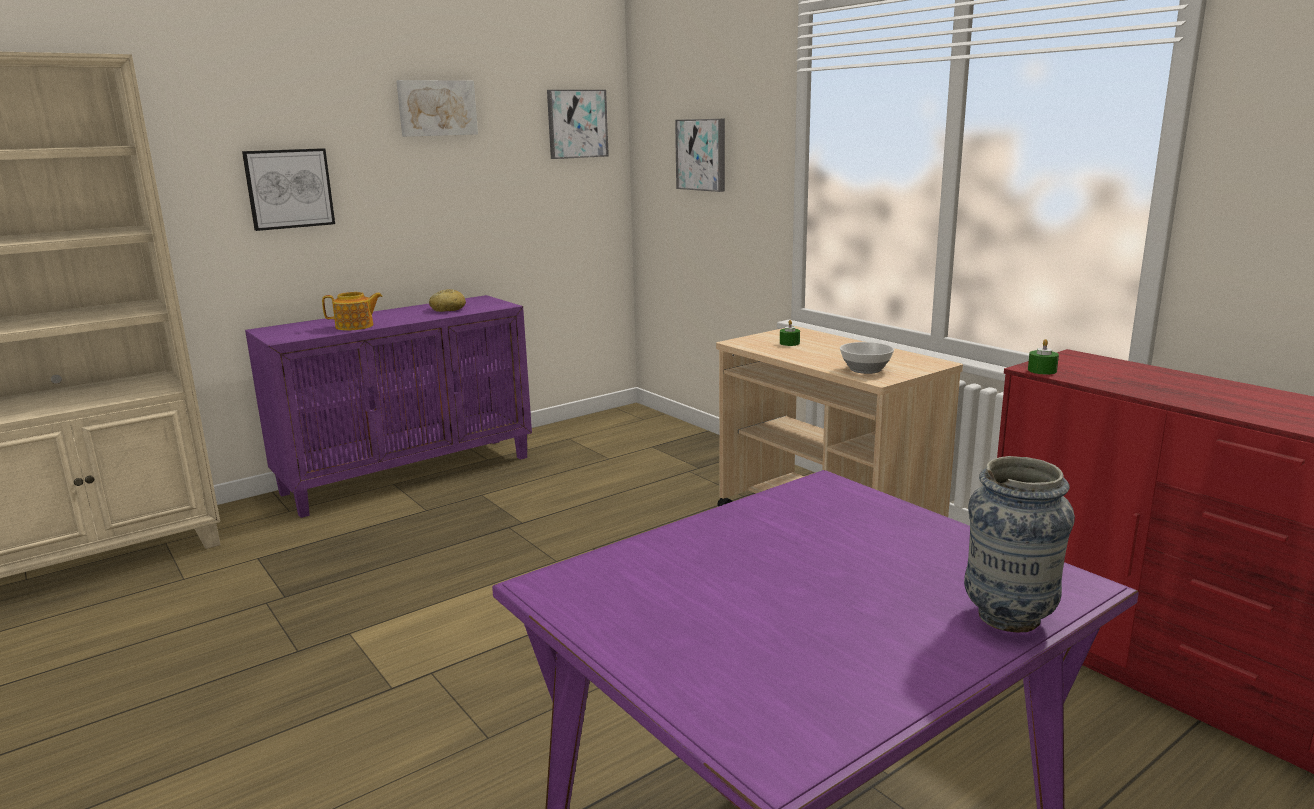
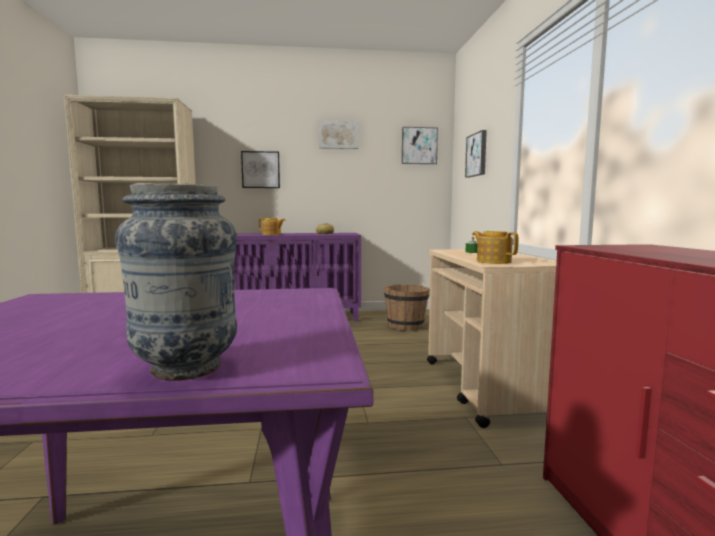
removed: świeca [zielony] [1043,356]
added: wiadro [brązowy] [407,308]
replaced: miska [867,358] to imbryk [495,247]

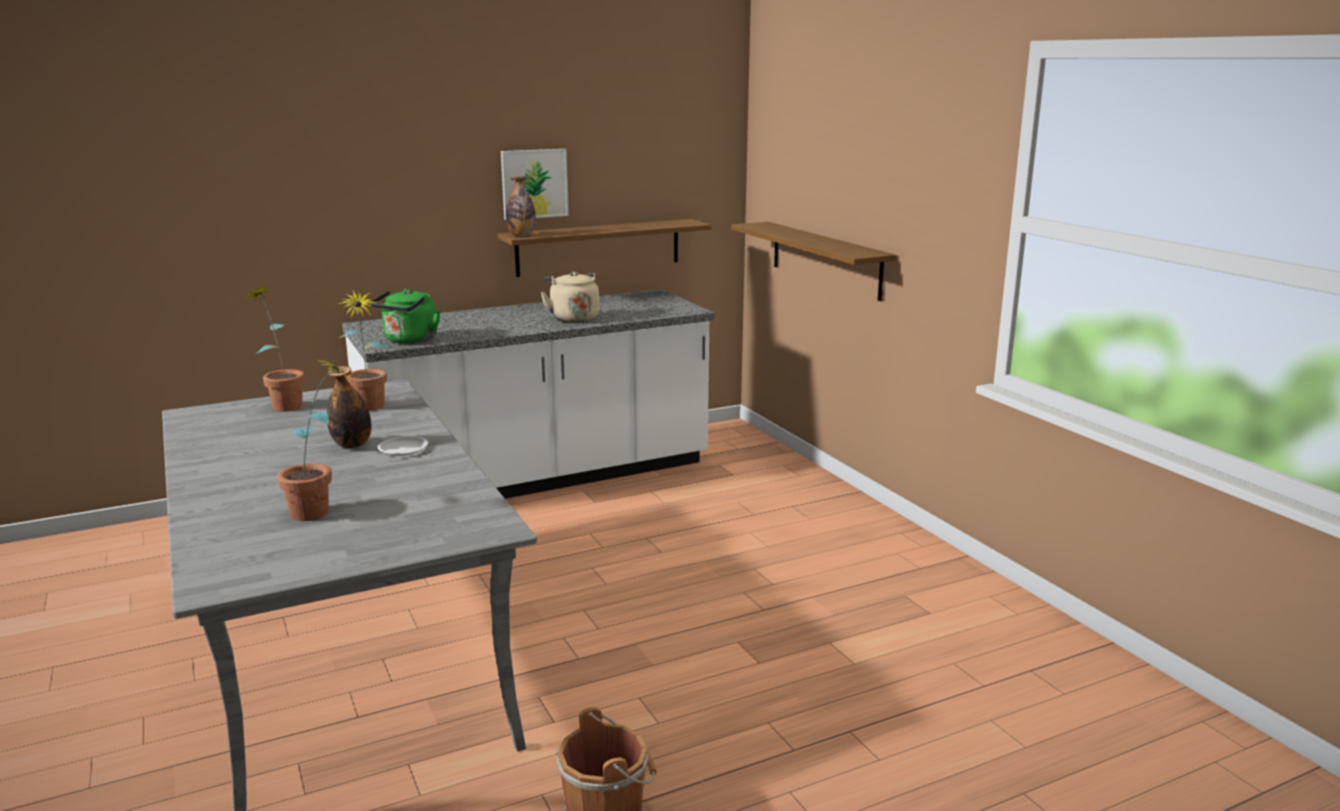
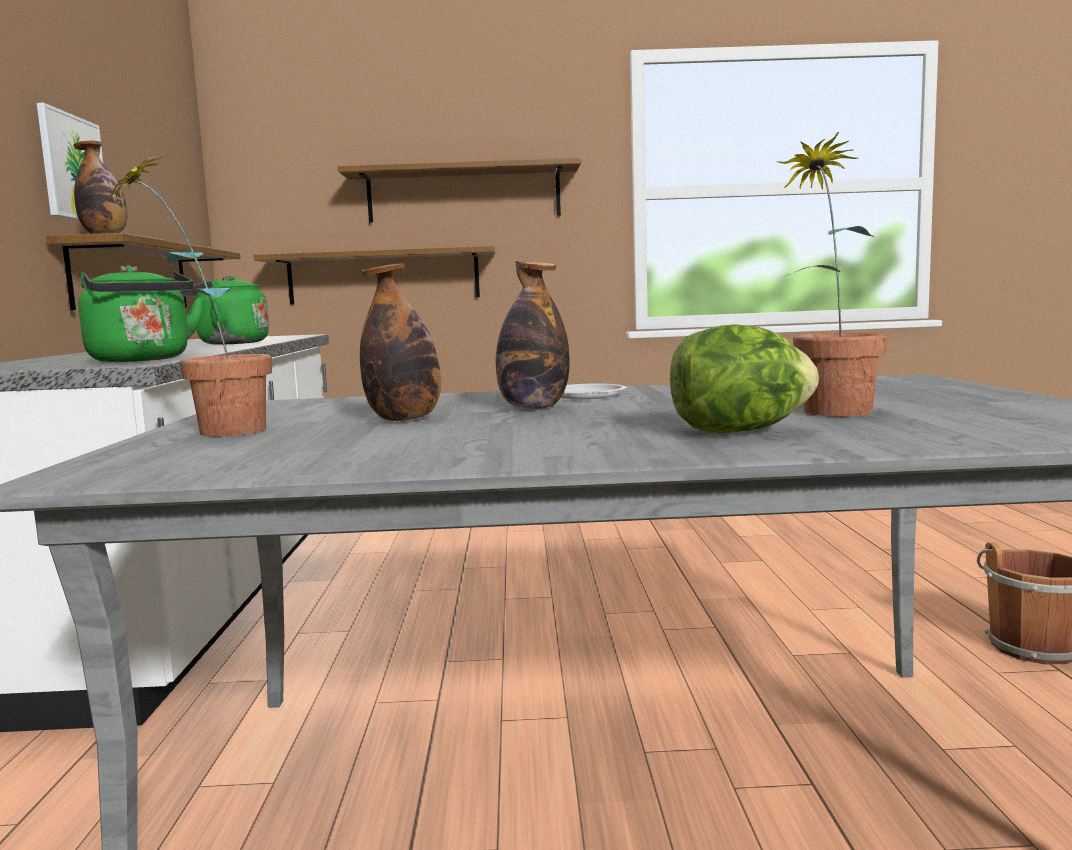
removed: roślina doniczkowa [363,351]
added: półka [459,190]; butelka [400,342]; sałata [744,378]
recoloured: czajnik [beżowy] [570,297] to czajnik [zielony] [224,310]

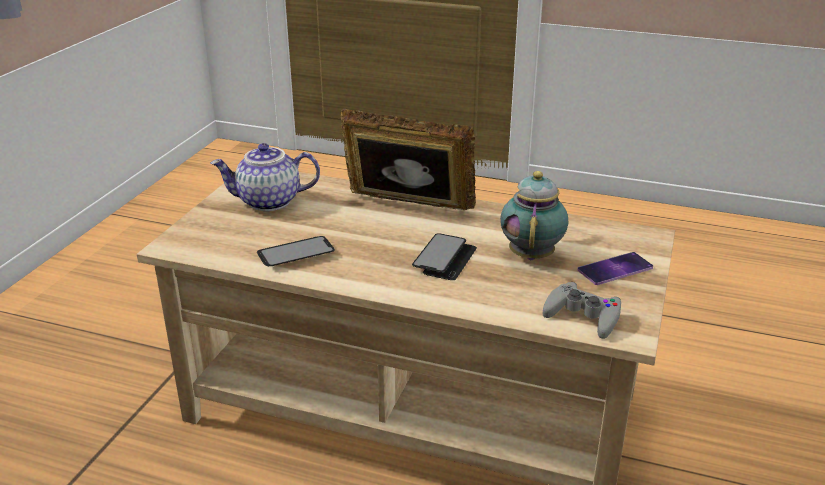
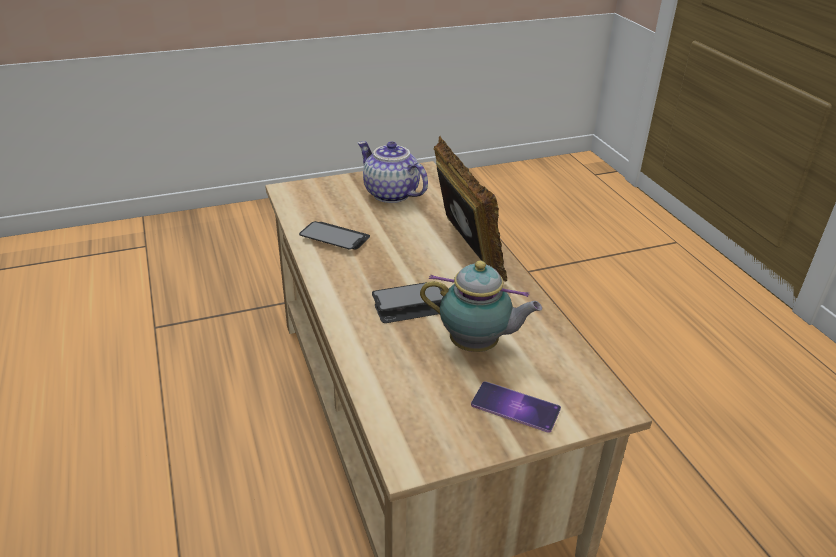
removed: pad do gier [szary] [582,310]
turned: imbryk [534,215] = [481,306] 45 degrees clockwise

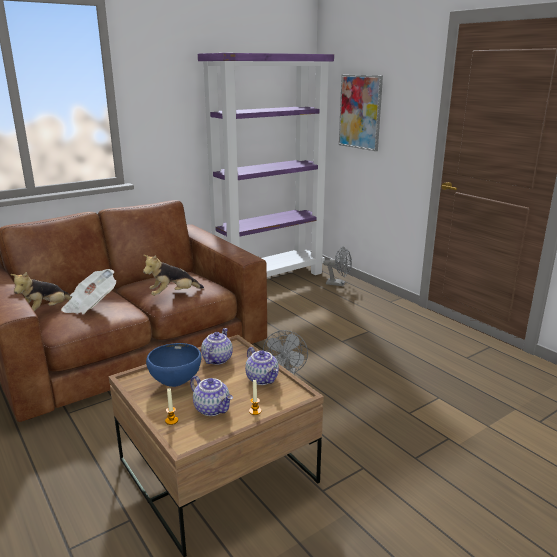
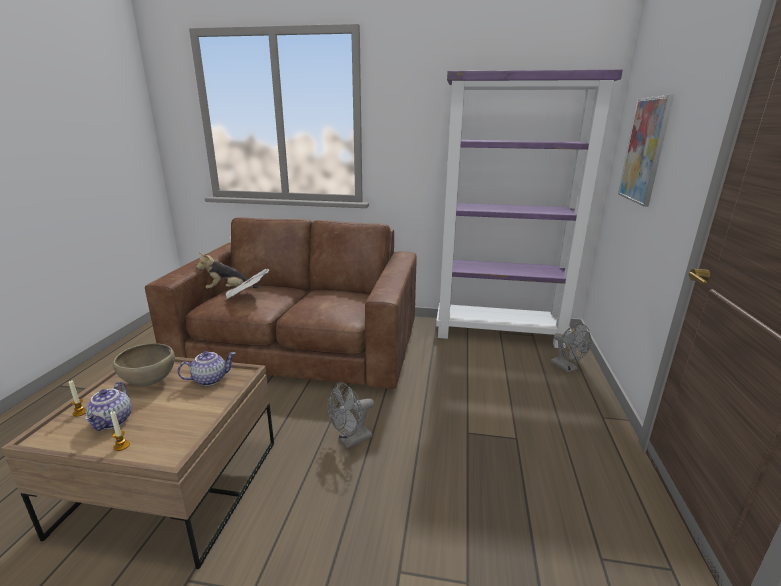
removed: pluszak [173,275]; imbryk [262,366]
recoloured: miska [niebieski] [174,365] to miska [brązowy] [144,364]

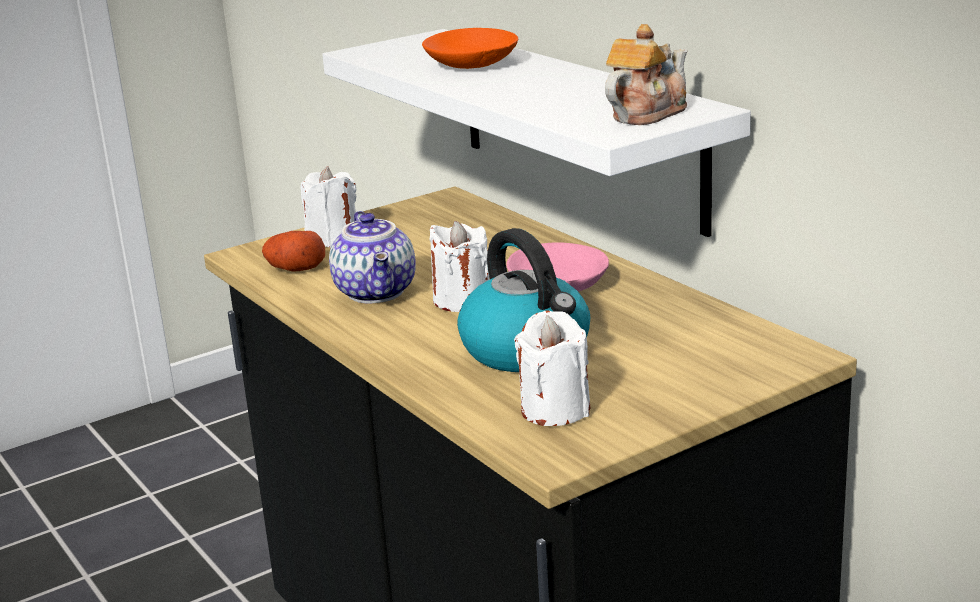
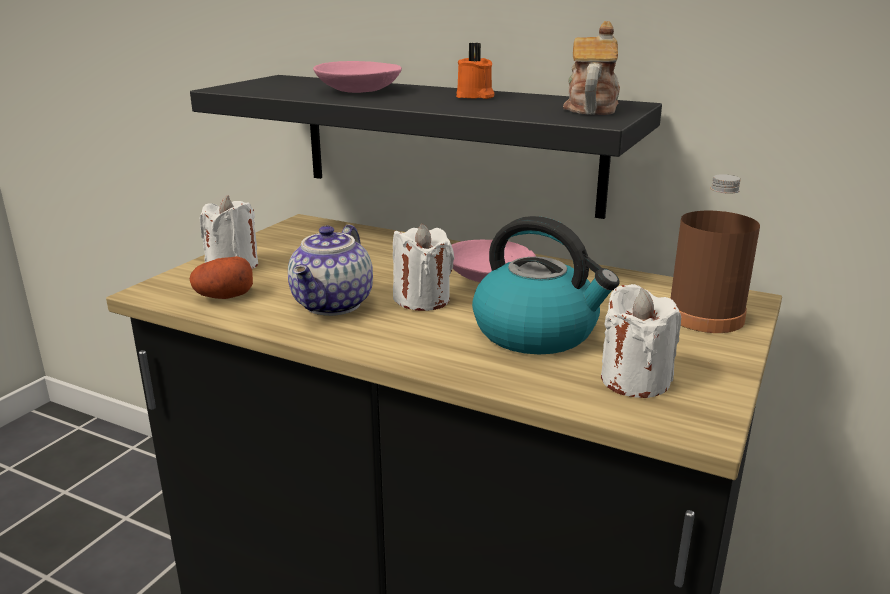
added: świeca [pomarańczowy] [475,71]; butelka [brązowy] [715,253]
recoloured: miska [pomarańczowy] [470,48] to miska [różowy] [357,77]; półka [biały] [536,133] to półka [czarny] [426,147]
turned: imbryk [372,257] = [330,270] 60 degrees clockwise

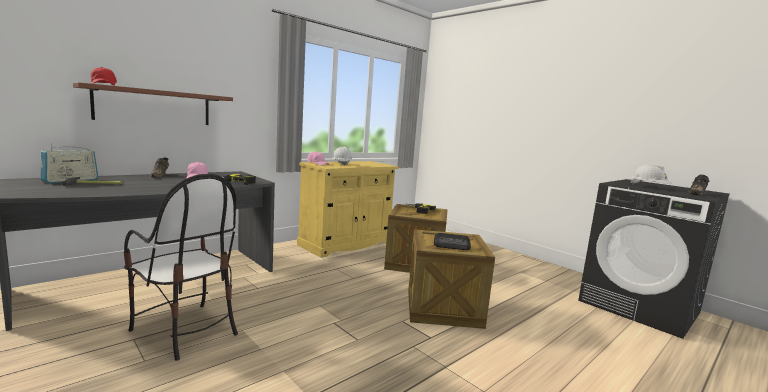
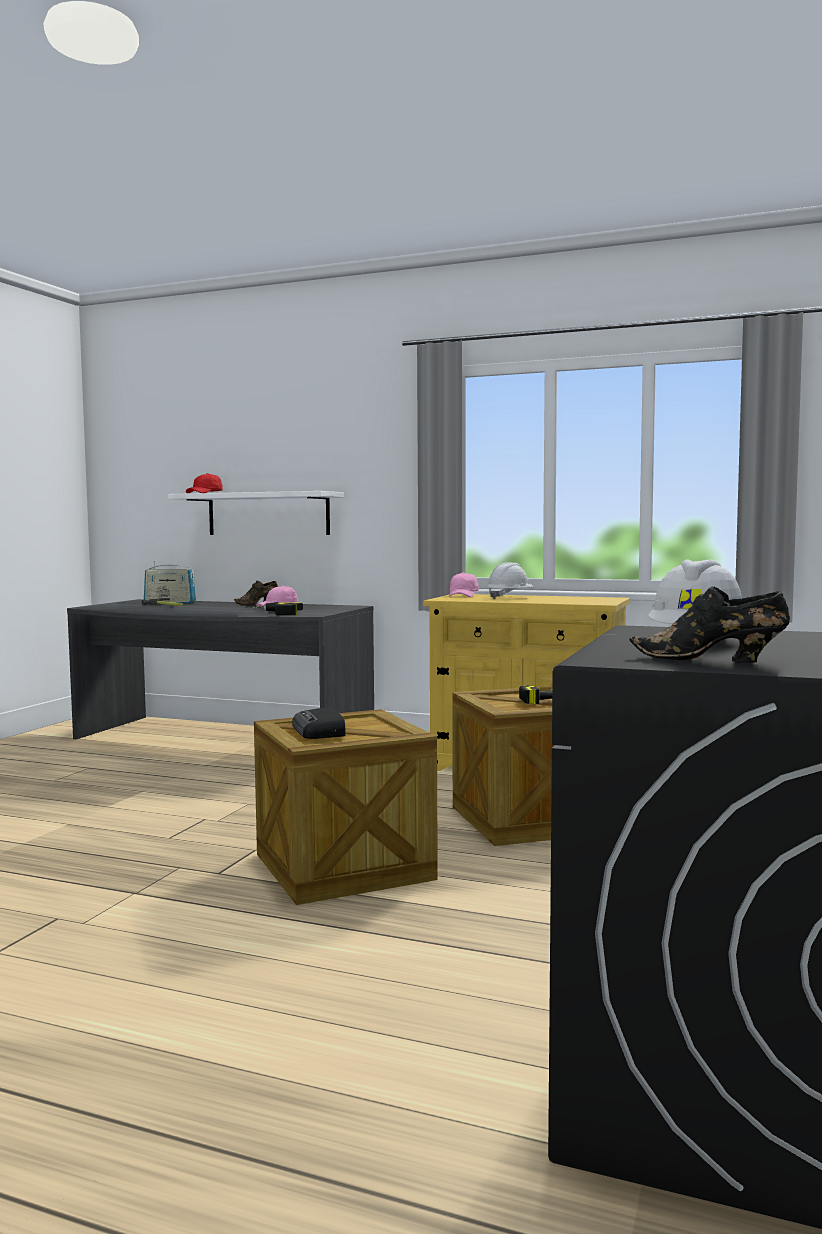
removed: krzesło [181,267]
recoloured: półka [brązowy] [153,103] to półka [biały] [256,513]

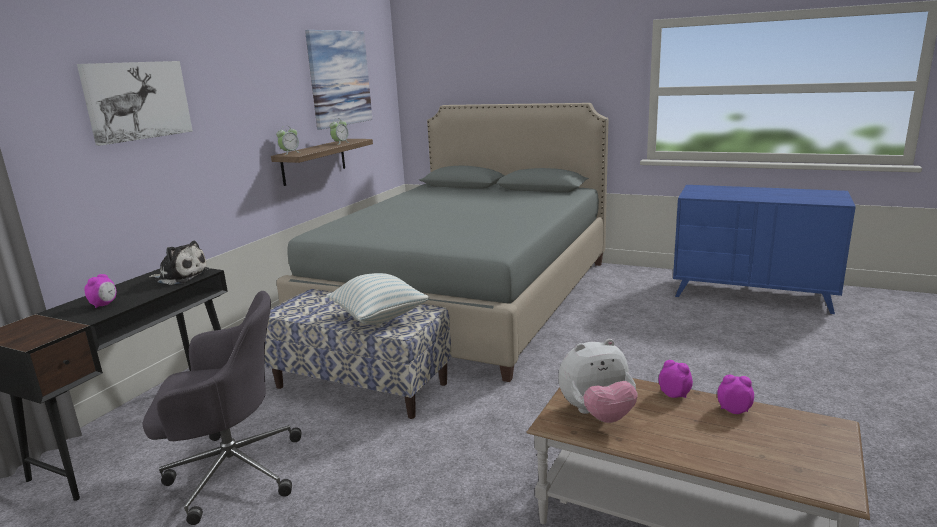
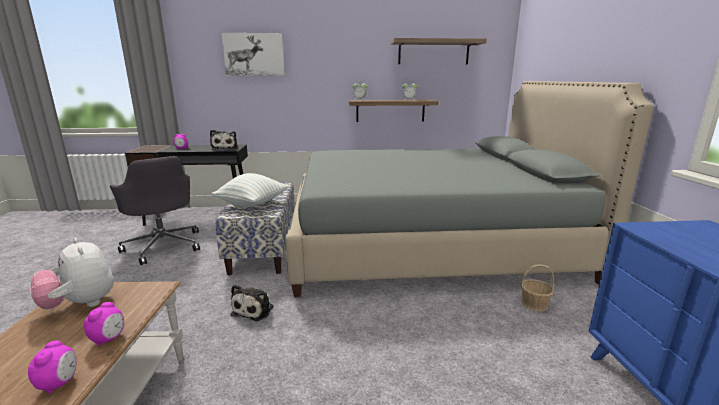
added: koszyk [537,288]; pluszak [252,303]
replaced: obraz [338,80] to półka [439,51]

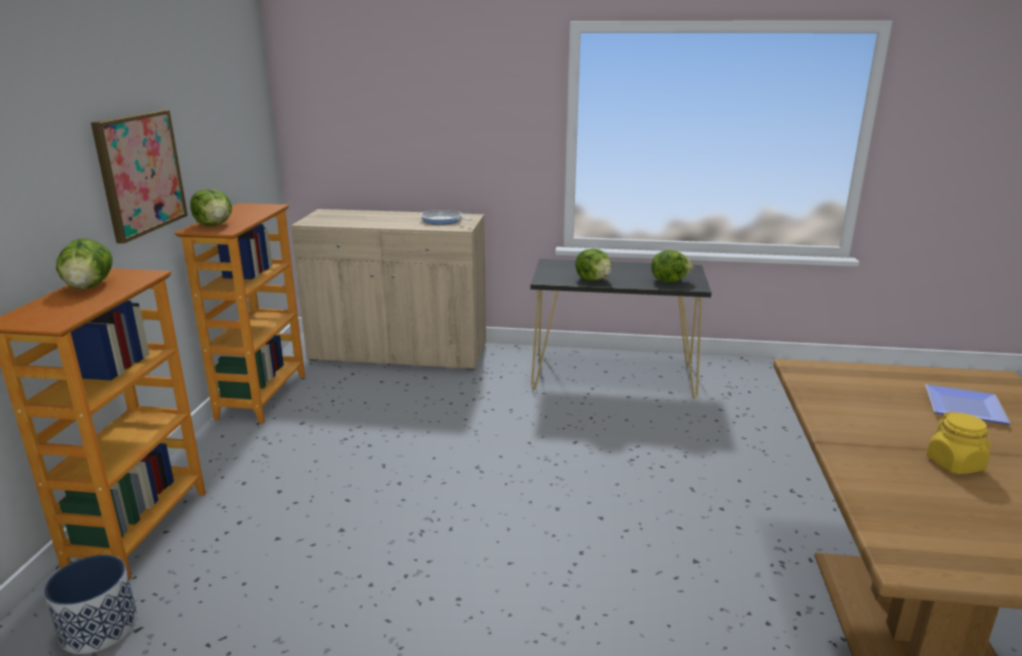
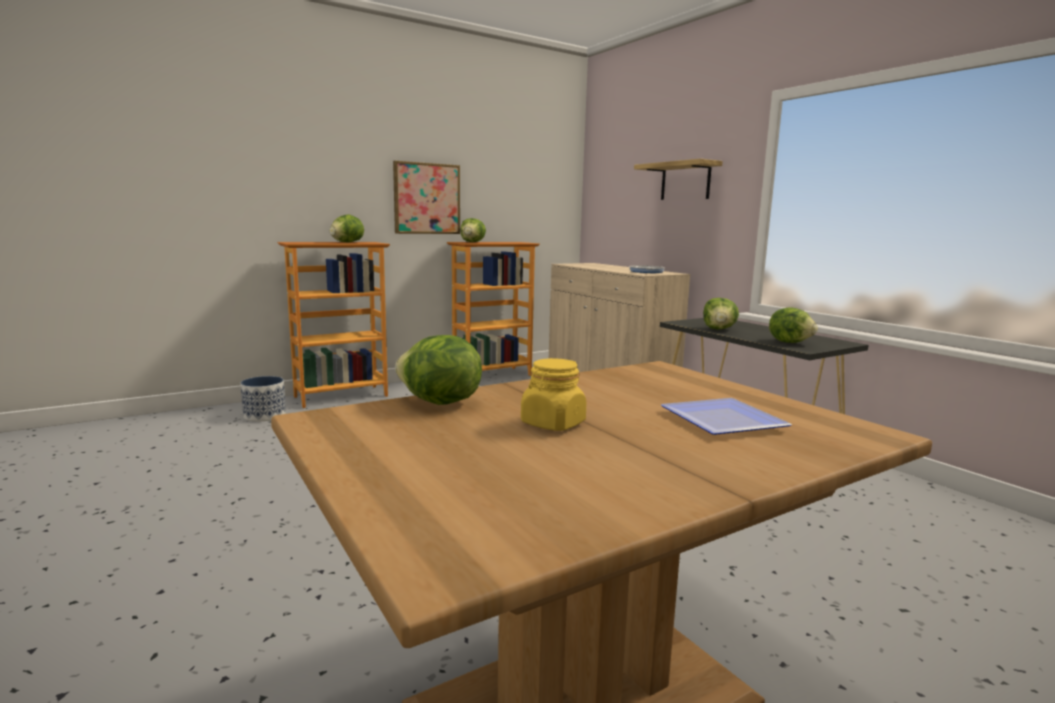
added: półka [678,179]; sałata [438,370]

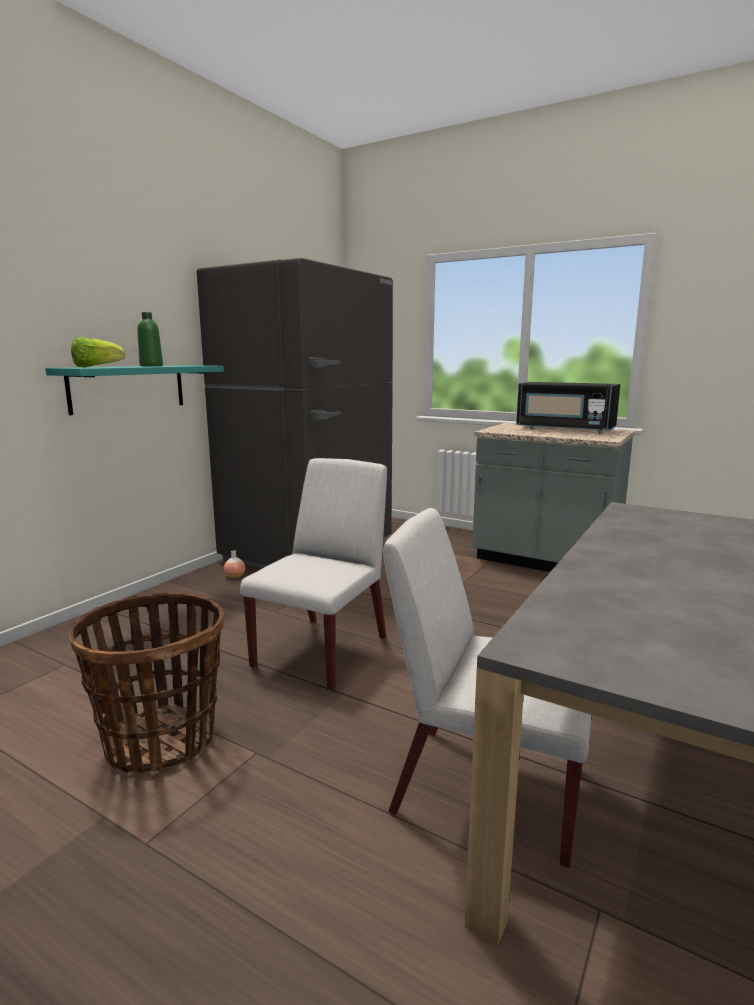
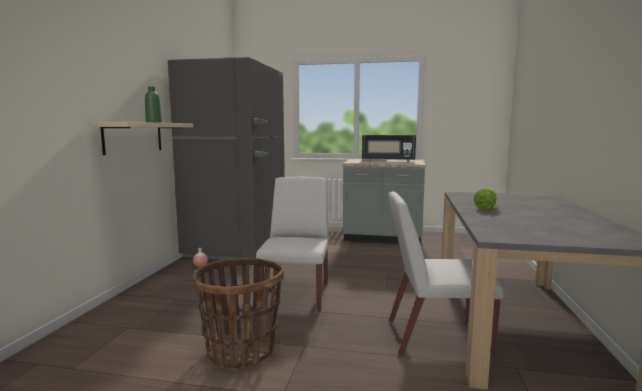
moved: sałata [98,352] to [484,199]
recoloured: półka [turkusowy] [134,390] to półka [beżowy] [142,138]

